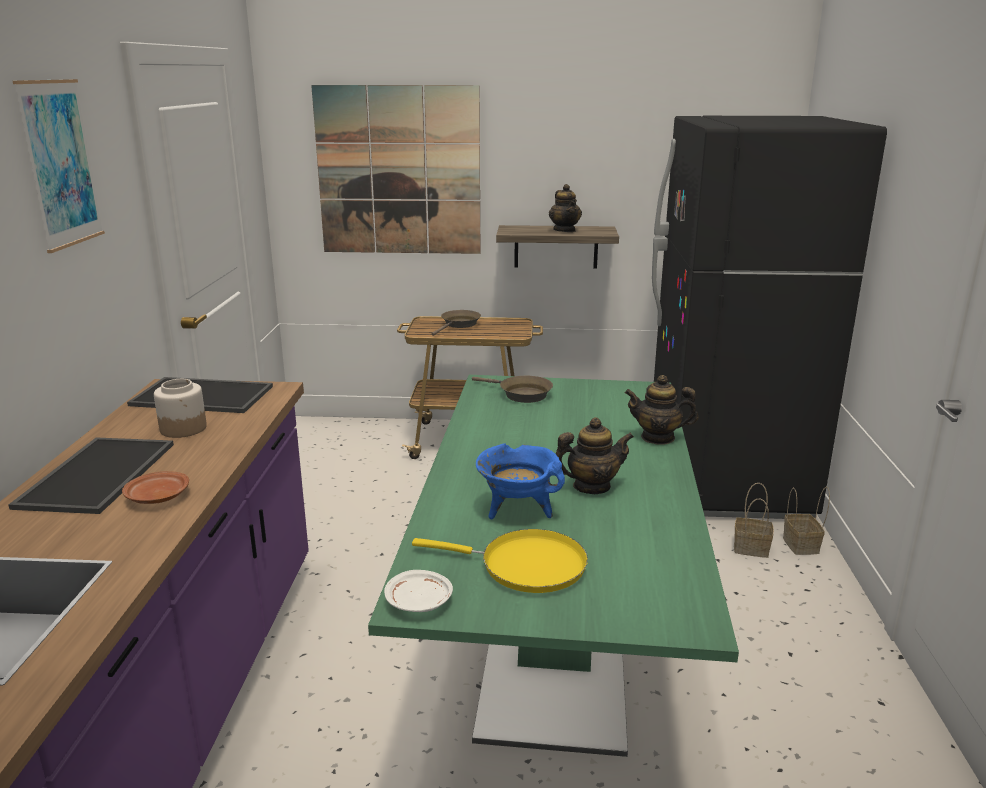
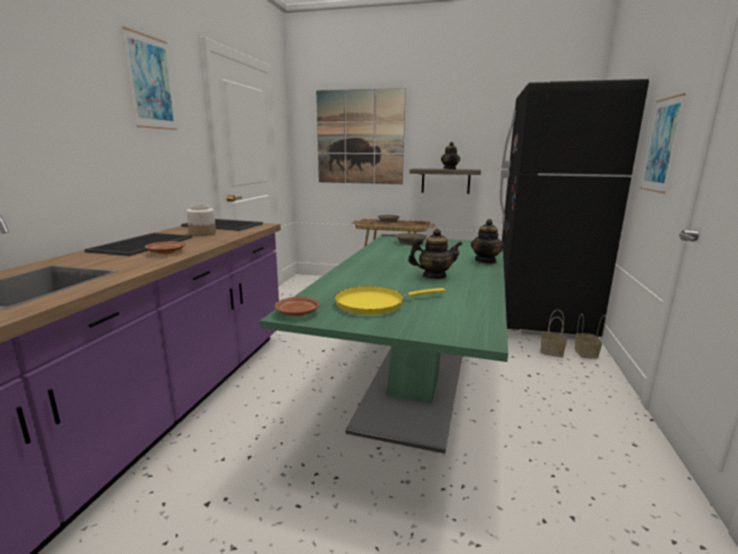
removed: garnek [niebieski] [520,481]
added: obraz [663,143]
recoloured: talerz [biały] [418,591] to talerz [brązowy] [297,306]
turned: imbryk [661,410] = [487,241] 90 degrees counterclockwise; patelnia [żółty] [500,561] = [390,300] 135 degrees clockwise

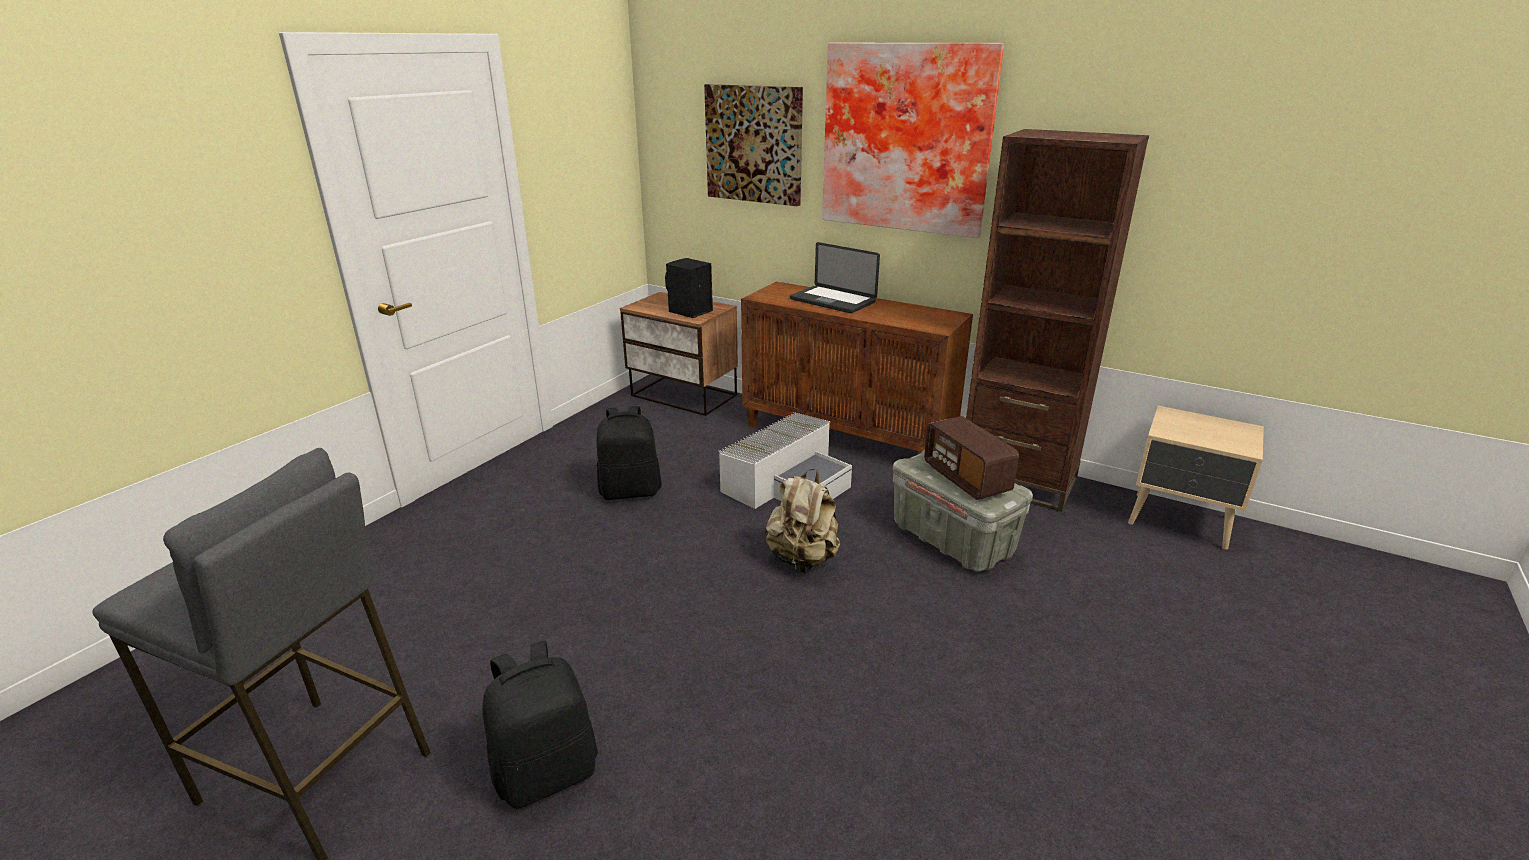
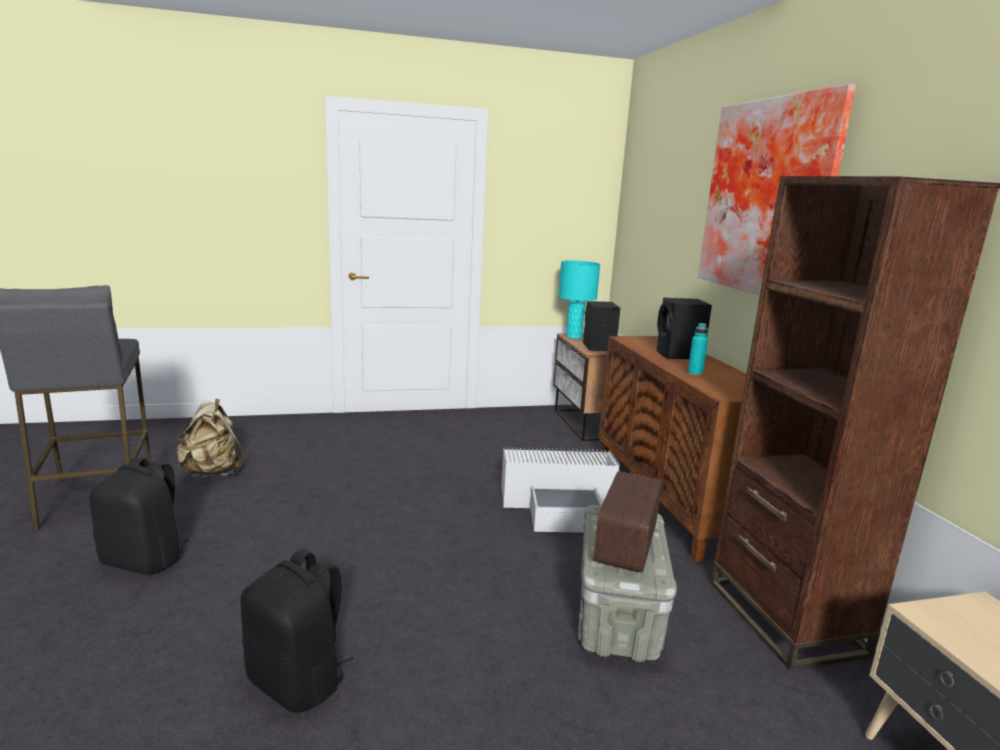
removed: obraz [753,145]
added: lampa stołowa [turkusowy] [579,299]; butelka [turkusowy] [697,349]
moved: plecak [czarny] [629,453] to [297,631]; plecak [beżowy] [802,521] to [209,437]
replaced: laptop [835,277] to głośnik [czarny] [684,328]

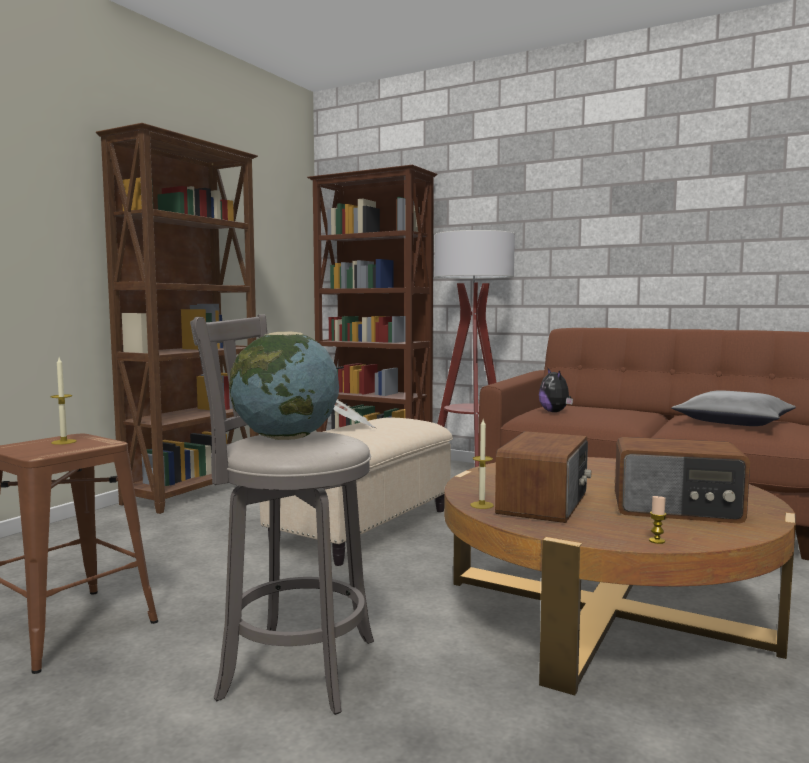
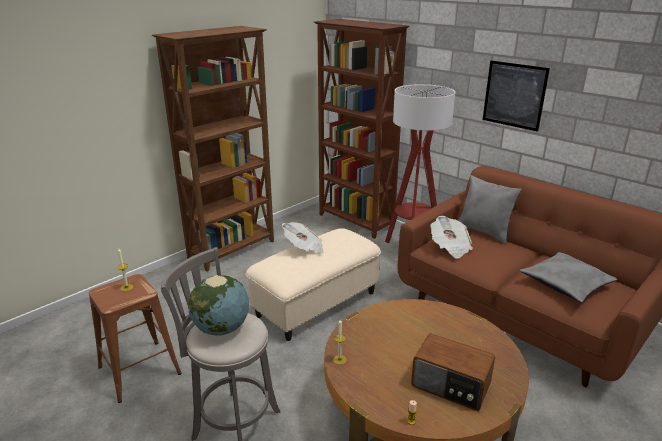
removed: radio [543,477]
added: obraz [516,96]; poduszka [szary] [490,209]
replaced: pluszak [556,390] to gazeta [451,237]

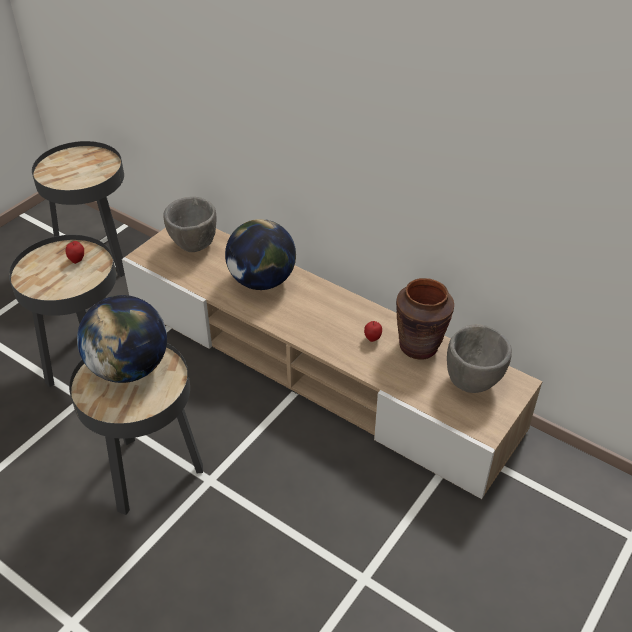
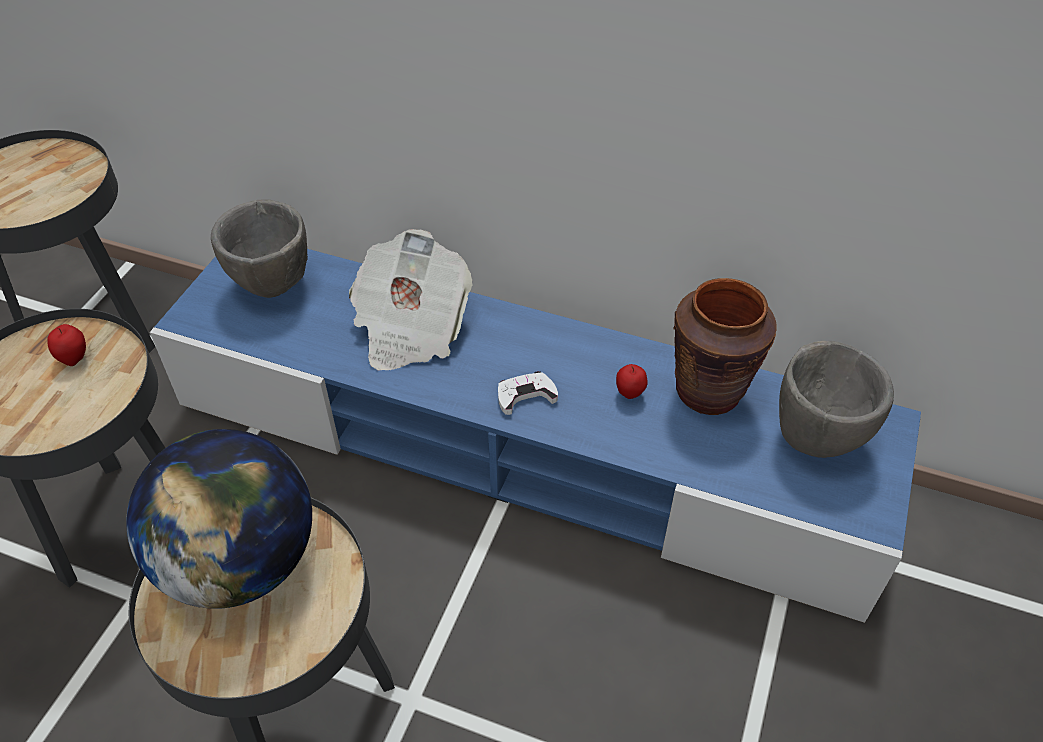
added: pad do gier [biały] [528,393]
replaced: globus [260,254] to gazeta [411,300]
recoloured: szafka pod telewizor [beżowy] [332,363] to szafka pod telewizor [niebieski] [535,436]

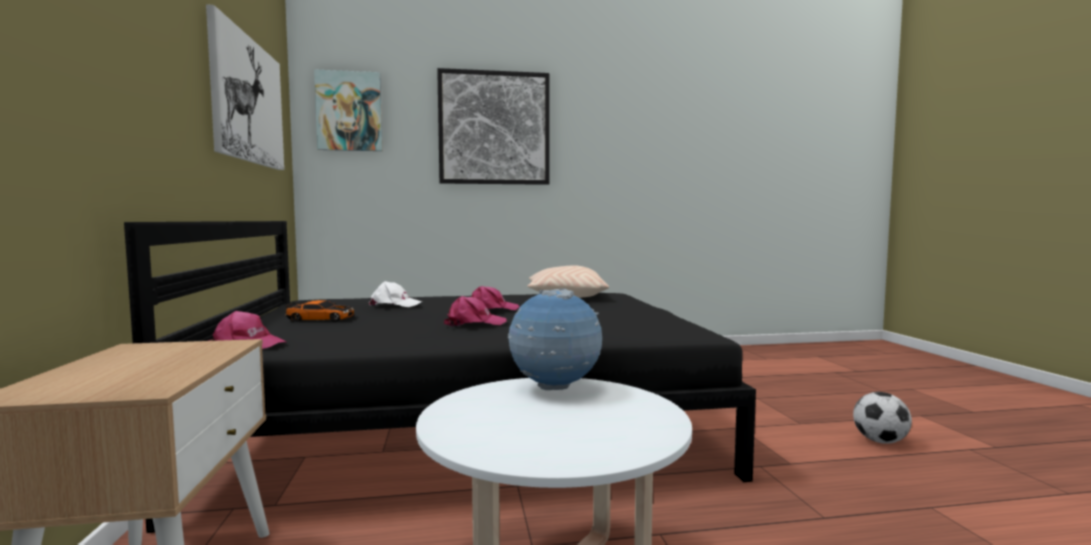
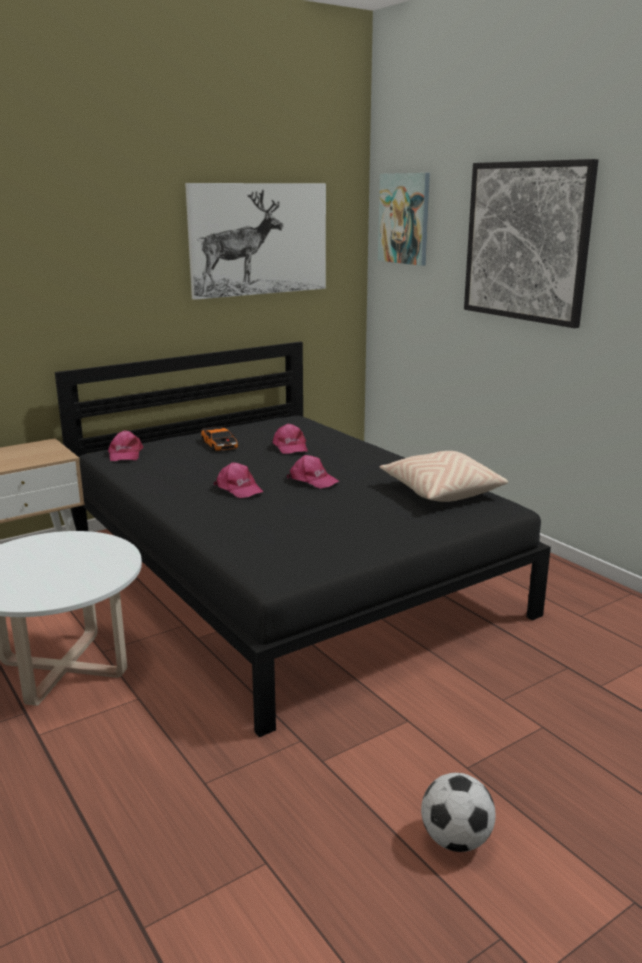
removed: globus [555,339]
recoloured: czapka z daszkiem [biały] [395,294] to czapka z daszkiem [różowy] [290,439]

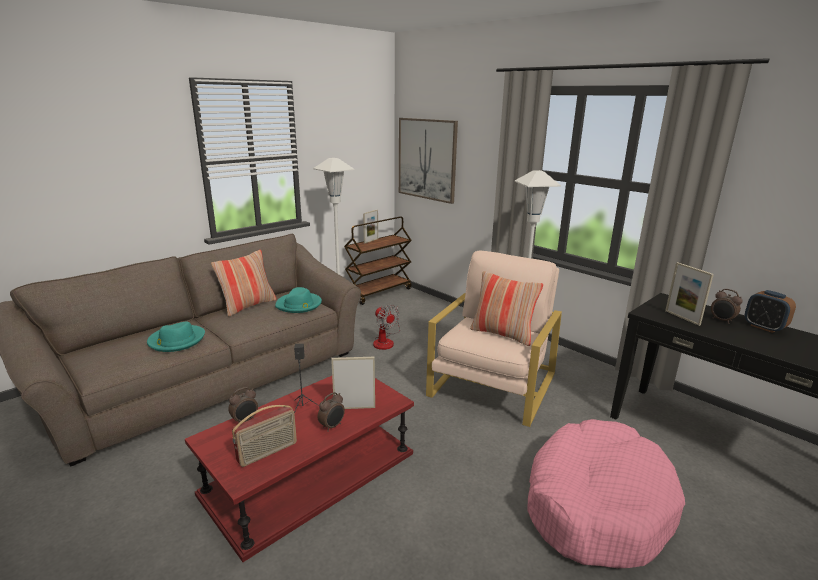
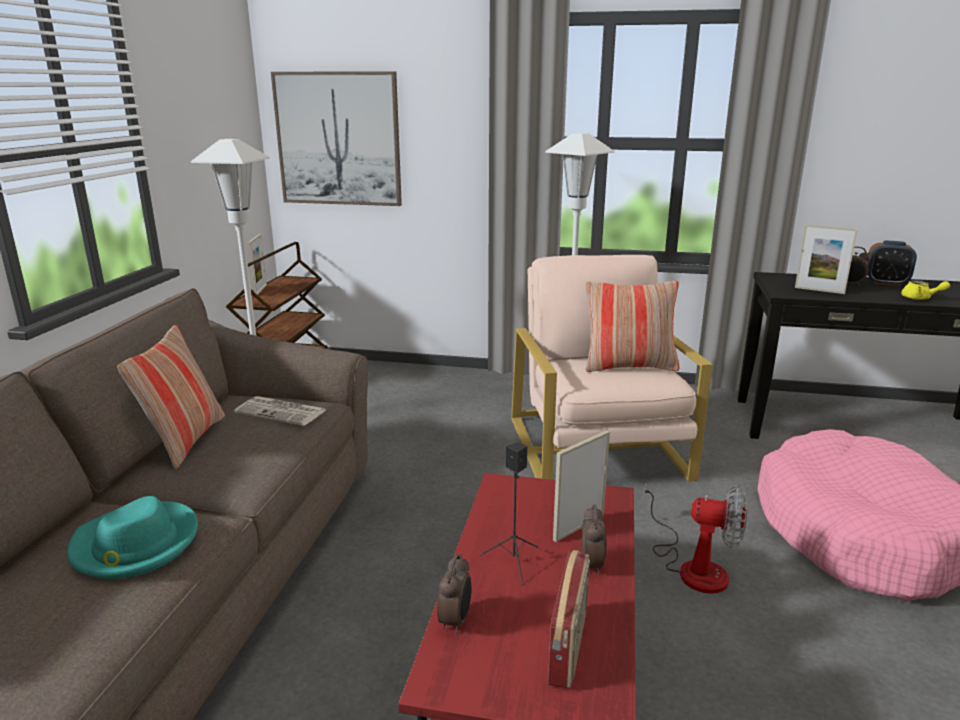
added: imbryk [żółty] [925,290]
moved: wentylator [387,327] to [695,538]
replaced: kapelusz [turkusowy] [298,300] to gazeta [280,411]

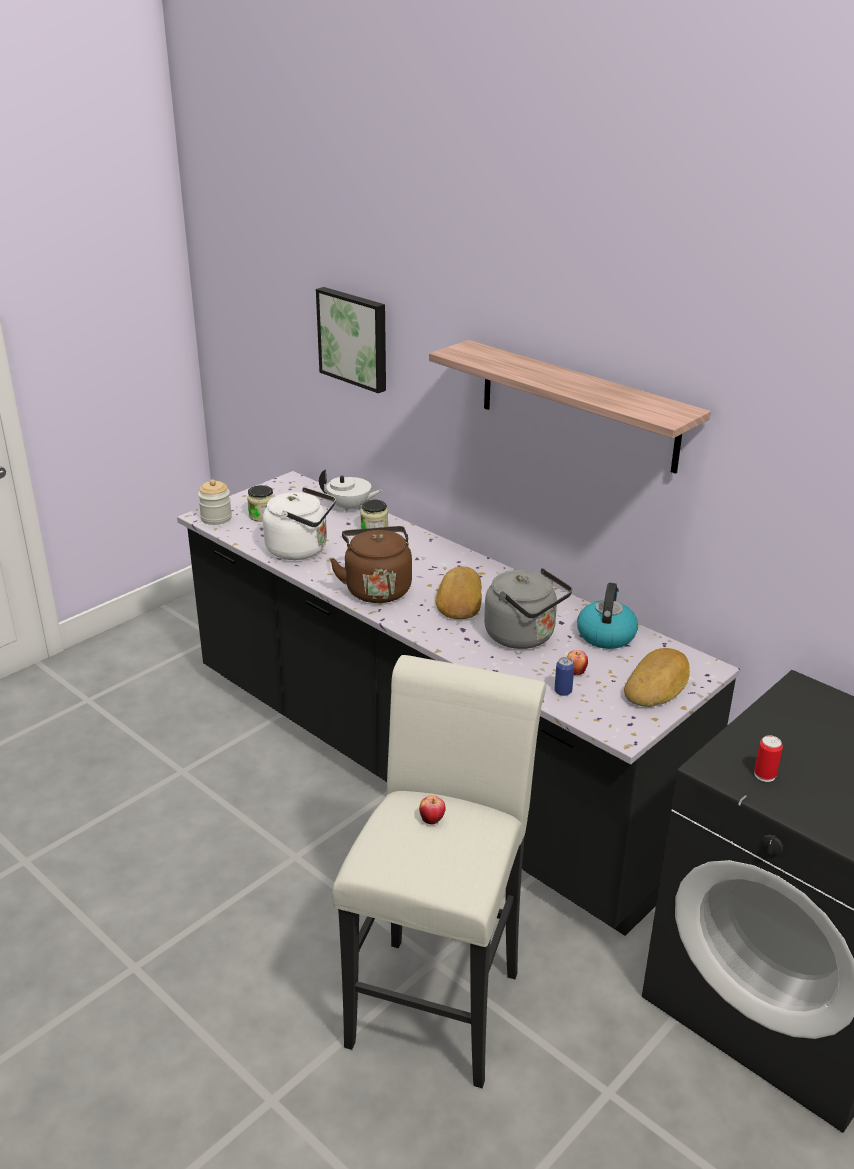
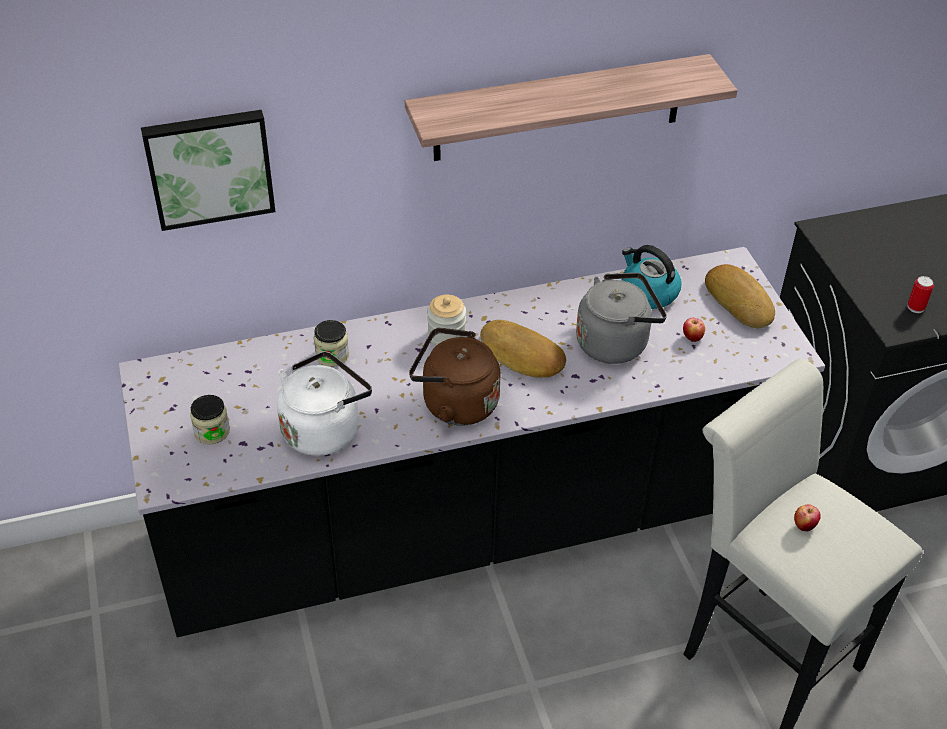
removed: imbryk [biały] [351,491]; puszka [564,676]
moved: słoik [215,502] to [446,320]

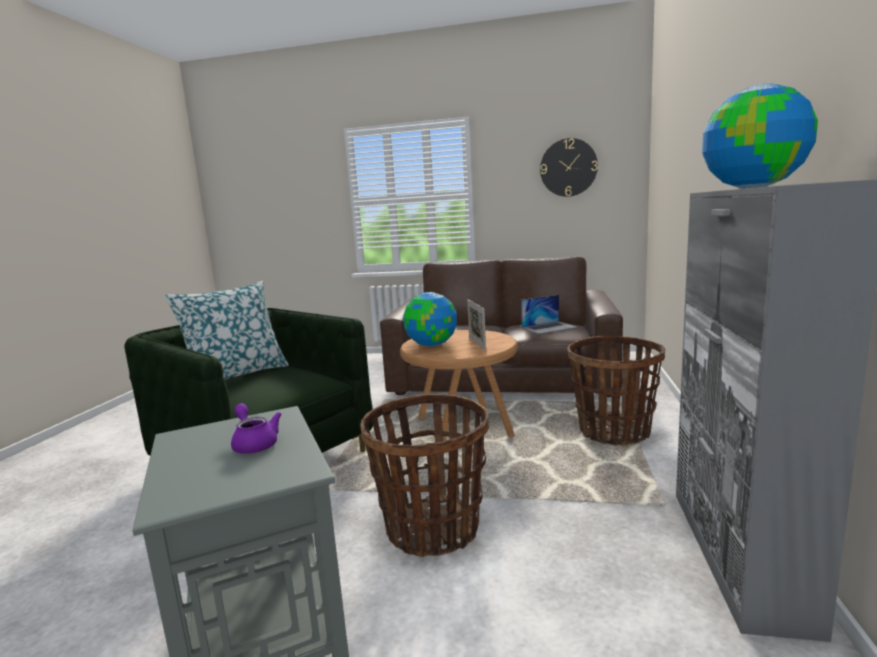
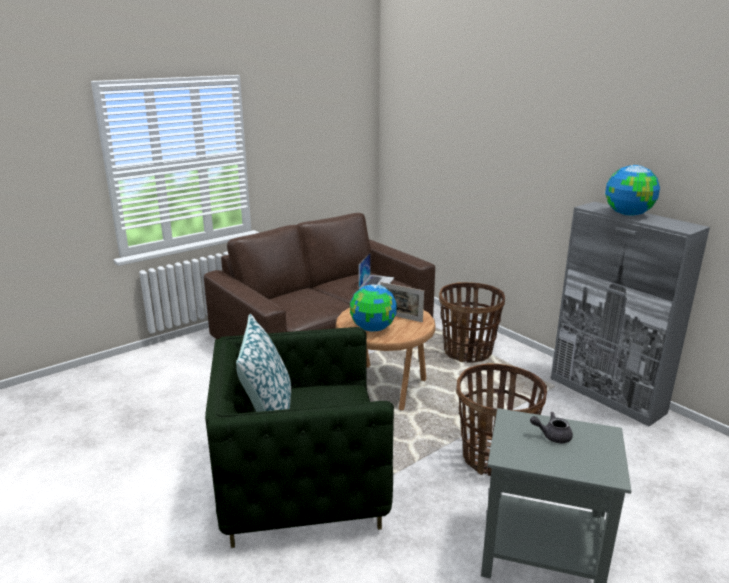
removed: zegar ścienny [569,167]
recoloured: imbryk [fioletowy] [256,428] to imbryk [szary] [551,427]

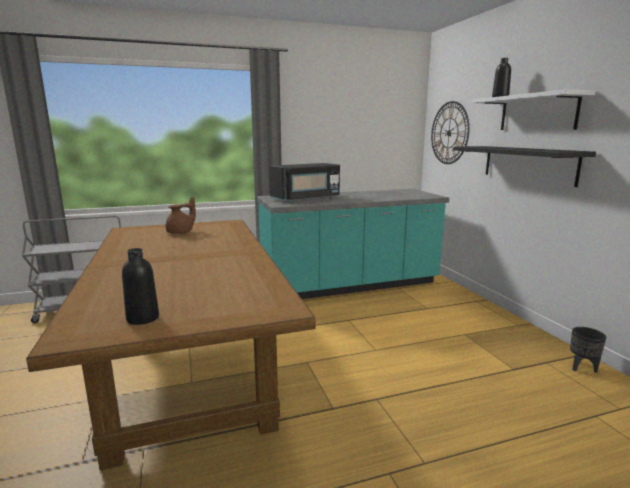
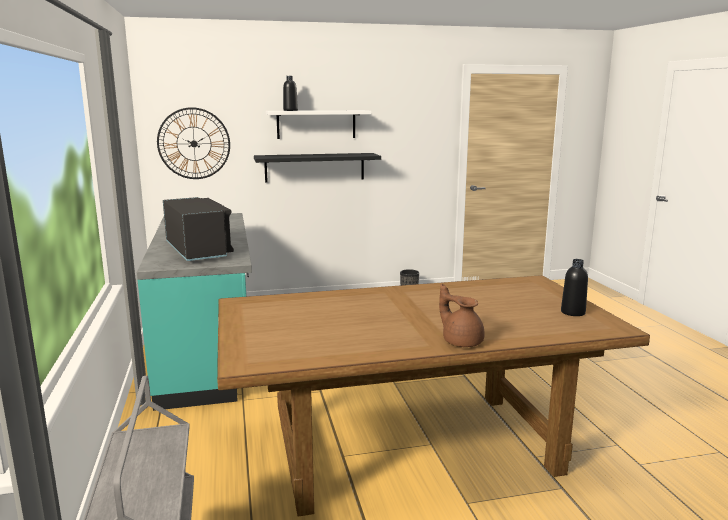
moved: imbryk [brązowy] [181,215] to [462,315]

